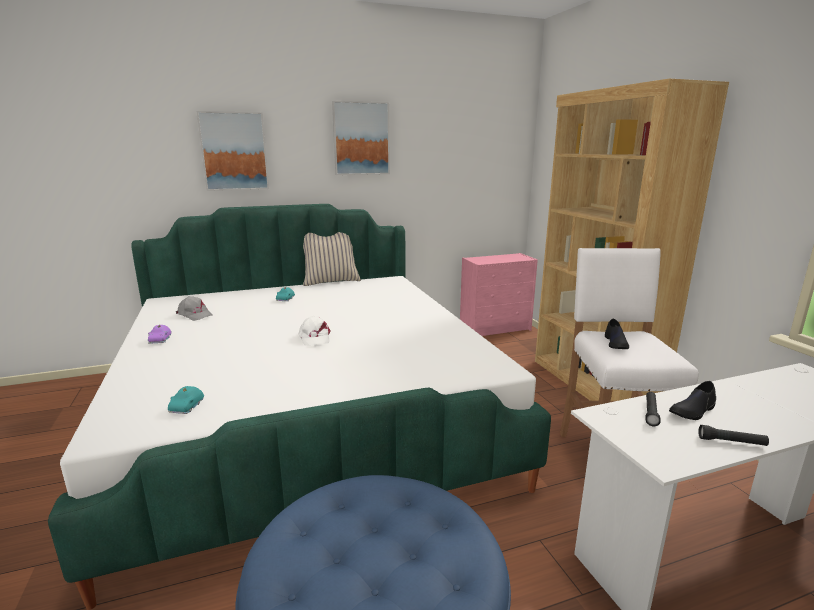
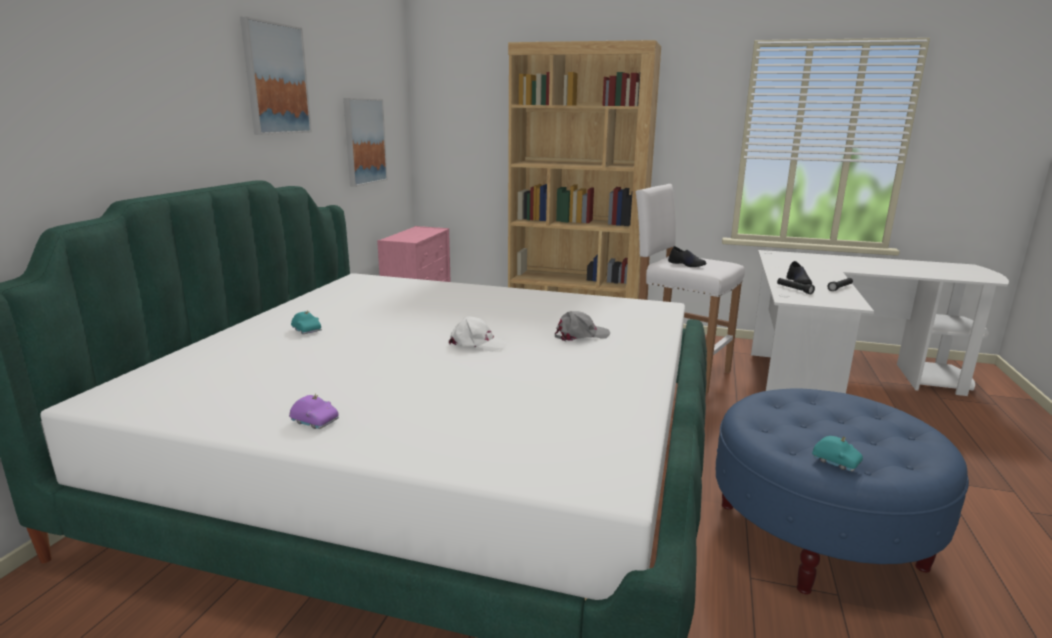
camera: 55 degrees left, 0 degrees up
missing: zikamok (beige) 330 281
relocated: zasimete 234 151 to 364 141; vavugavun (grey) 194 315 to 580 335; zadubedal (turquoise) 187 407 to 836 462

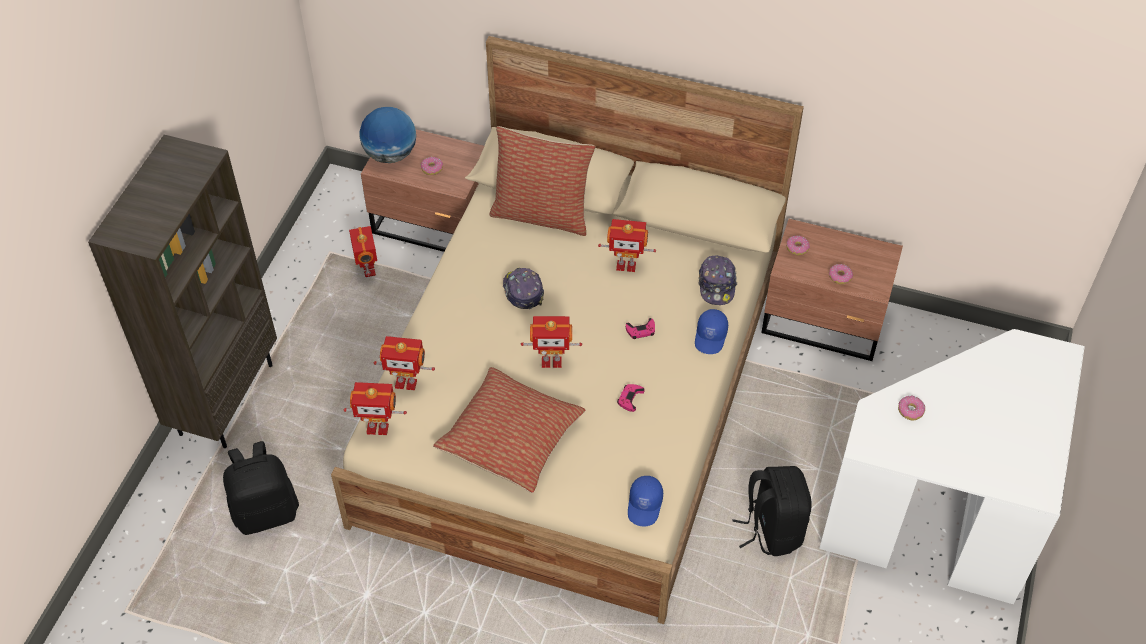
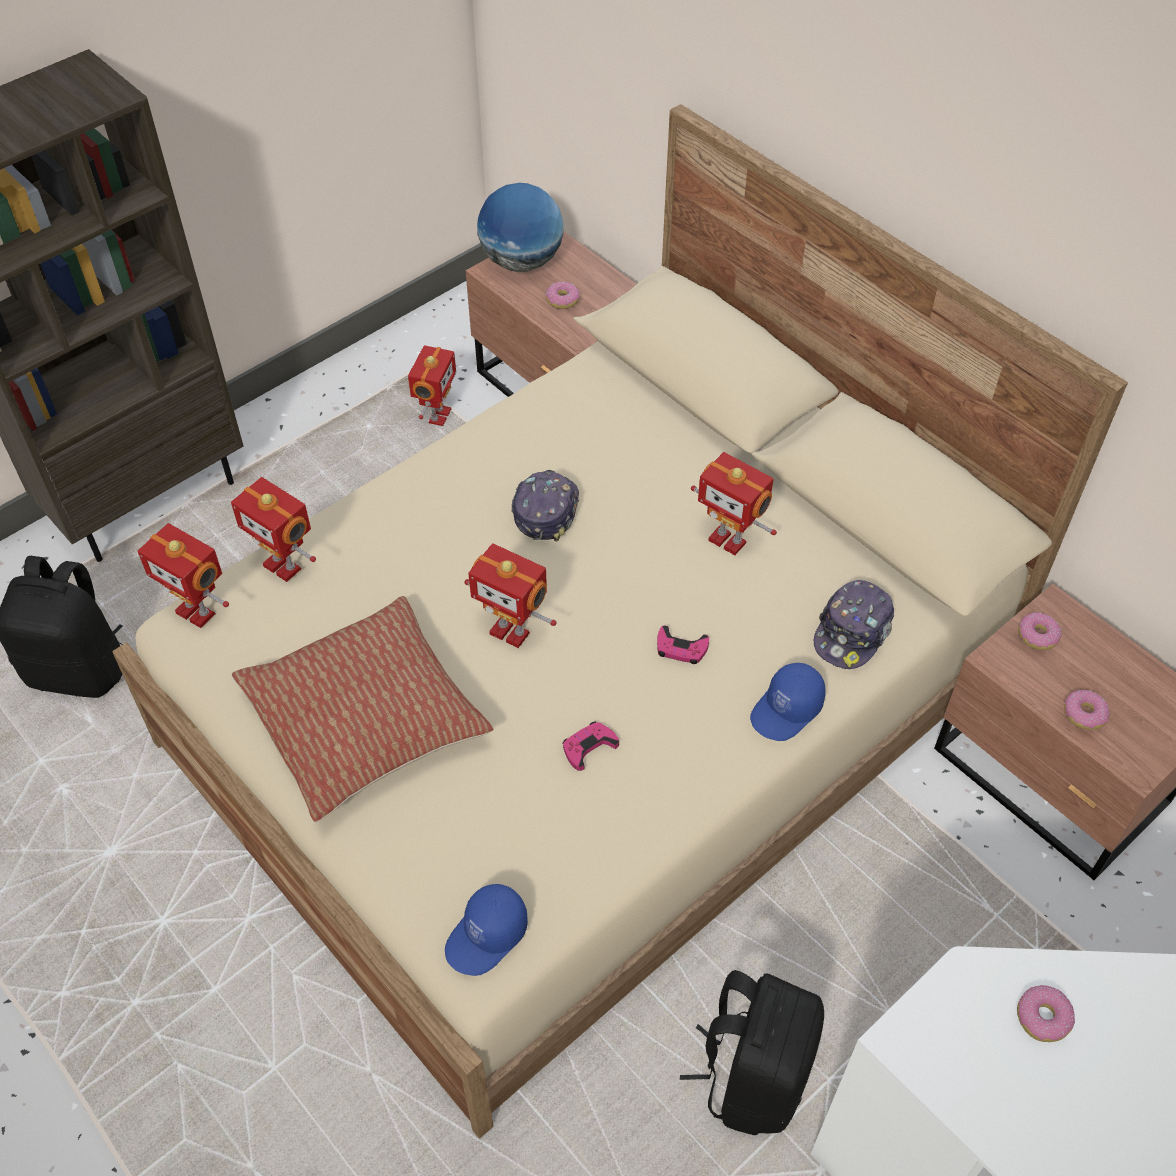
camera: 30 degrees right, 0 degrees up
missing: zikamok 542 214

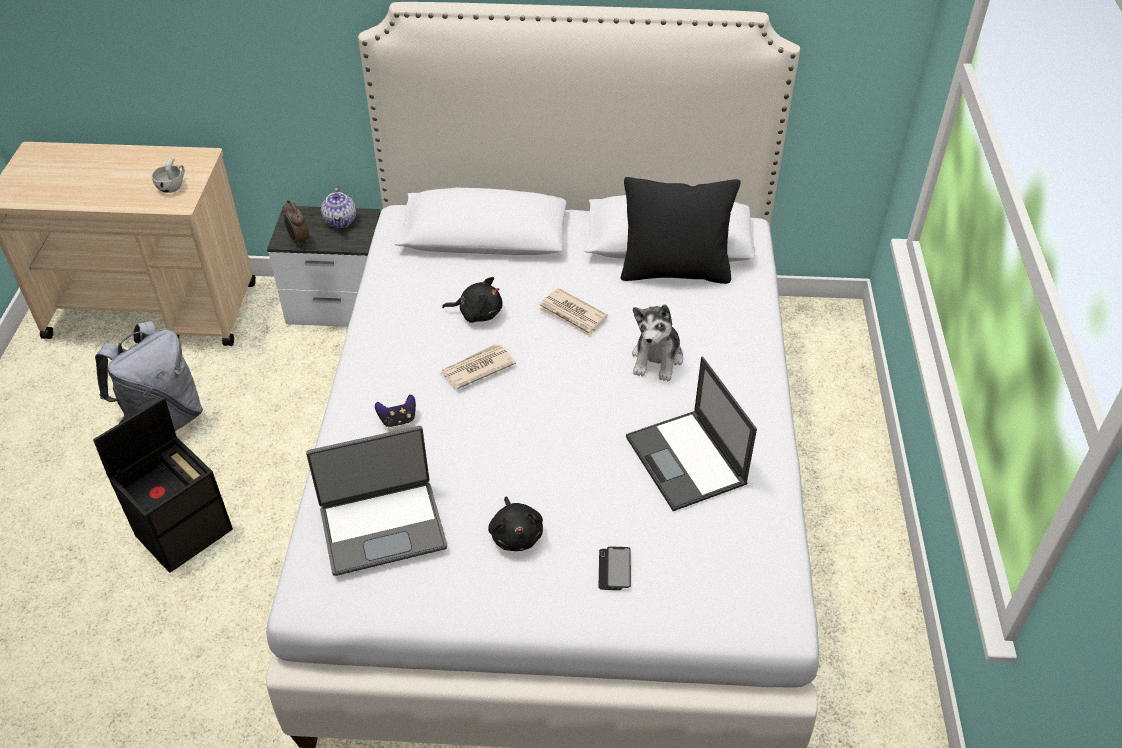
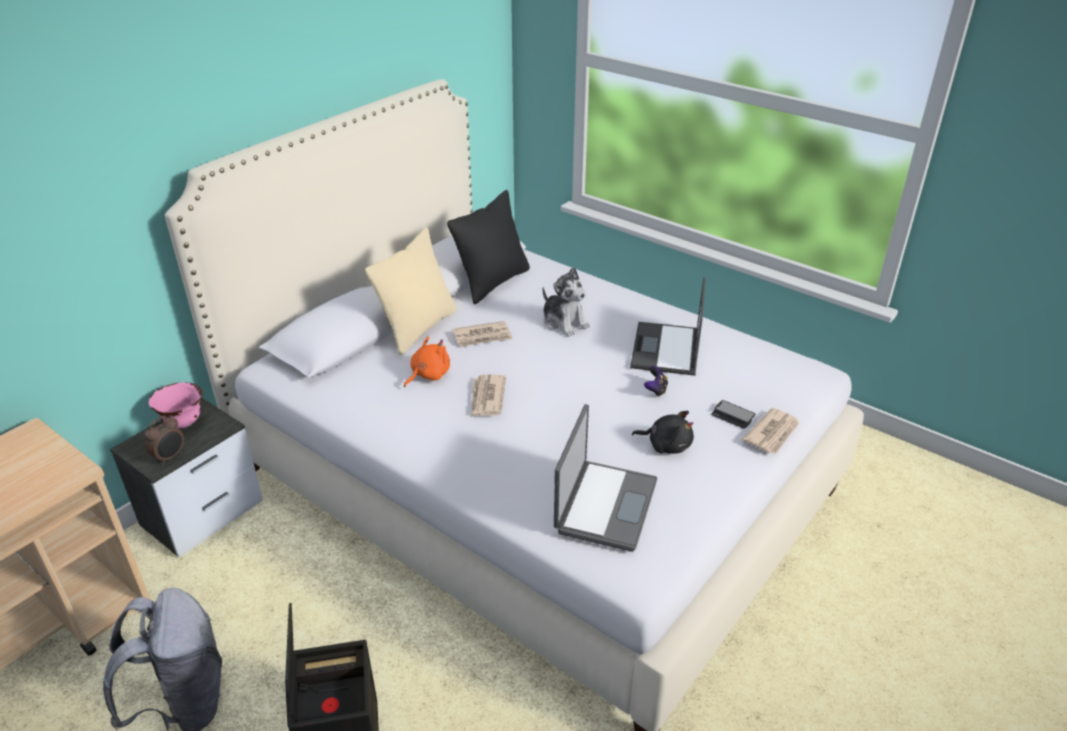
camera: 55 degrees left, 10 degrees down
missing: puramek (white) 173 186
appeared: zikamok (beige) 418 328; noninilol 772 433
relocated: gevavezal 398 420 to 655 390
exchanged: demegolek 341 221 to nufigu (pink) 184 423
colour: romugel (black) 478 313 to romugel (orange) 428 375
spun: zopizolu 298 240 = 170 457 60 degrees counterclockwise; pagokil 686 461 = 666 350 90 degrees clockwise

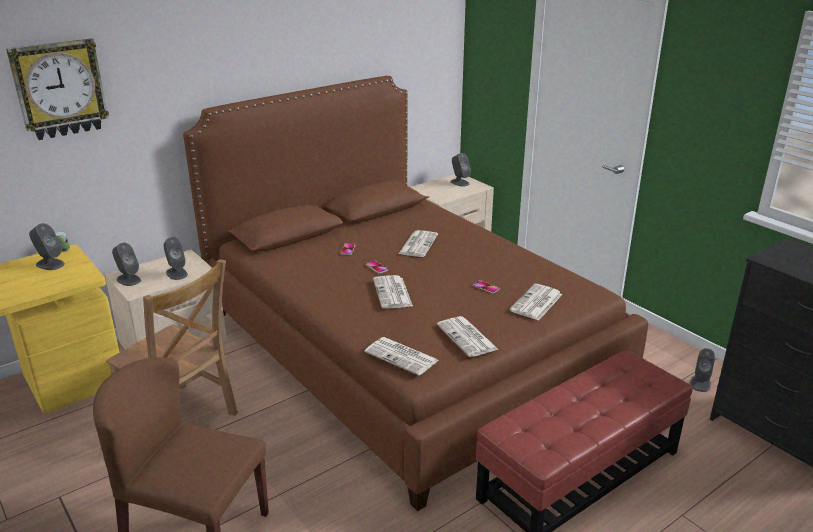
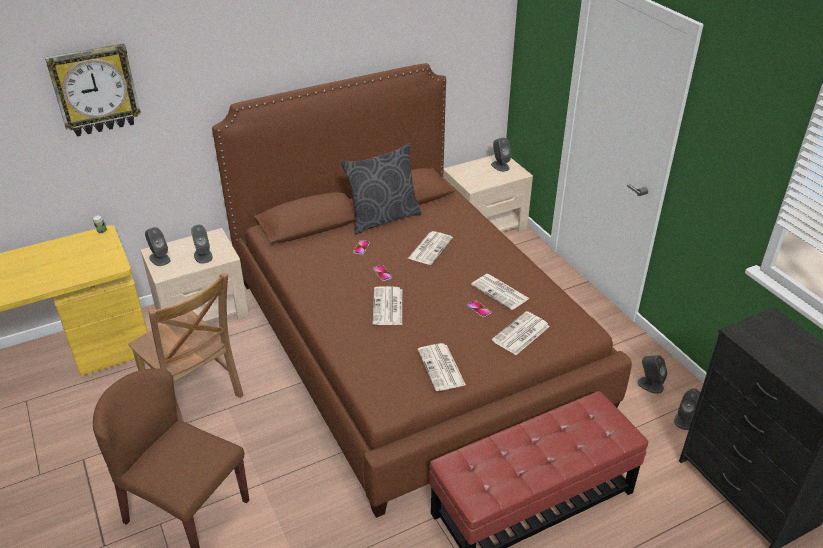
camera: 10 degrees right, 10 degrees up
appeared: zikamok (grey) 383 218
relocated: noninilol 402 356 to 501 292; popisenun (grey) 50 264 to 650 385

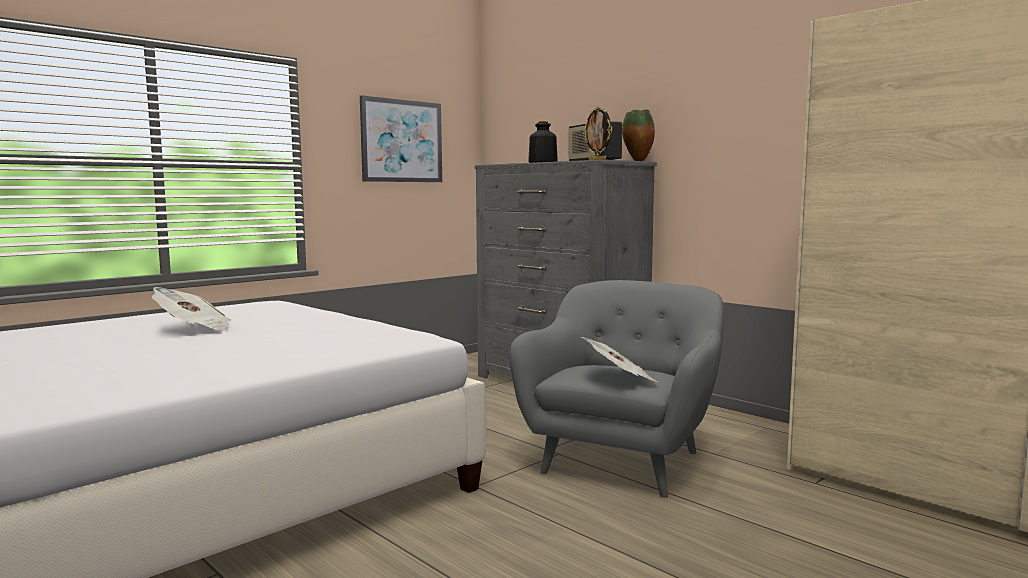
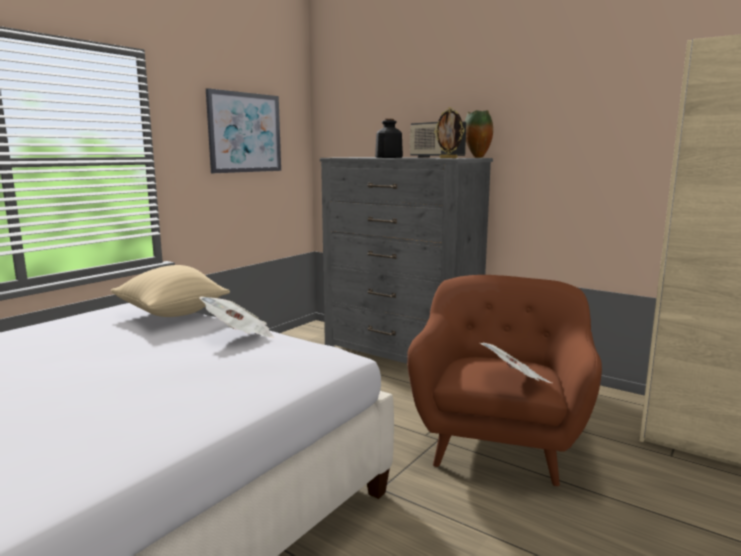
camera: 10 degrees left, 5 degrees up
appeared: zikamok (beige) 172 314
relocated: noninilol 195 329 to 240 335
colour: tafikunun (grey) 623 460 to tafikunun (brown) 499 442

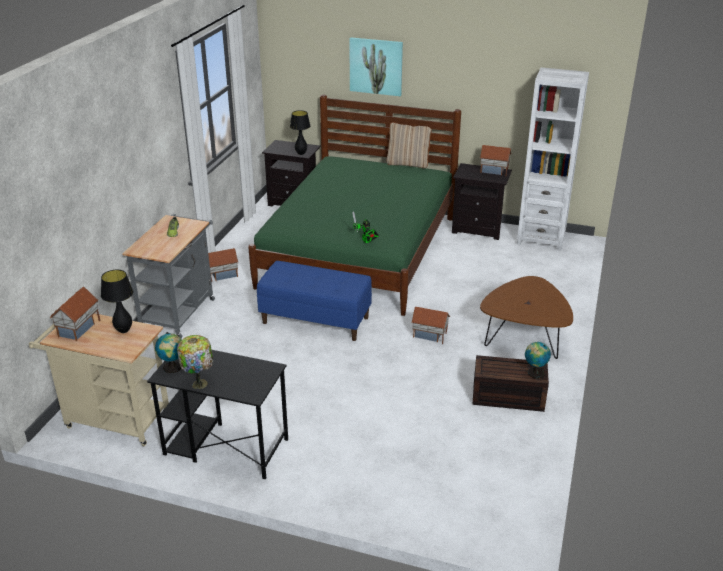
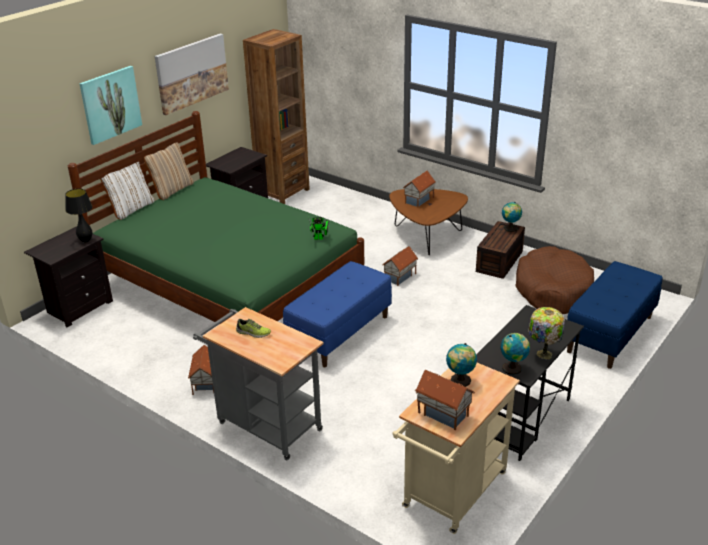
camera: 70 degrees left, 0 degrees up
appeared: zikamok (white) 131 209; zasimete 191 73; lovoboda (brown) 553 291; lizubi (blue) 610 334
relocated: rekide 494 171 to 419 200
exchanged: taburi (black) 124 331 to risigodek 460 381
colour: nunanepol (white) 541 238 to nunanepol (brown) 283 192

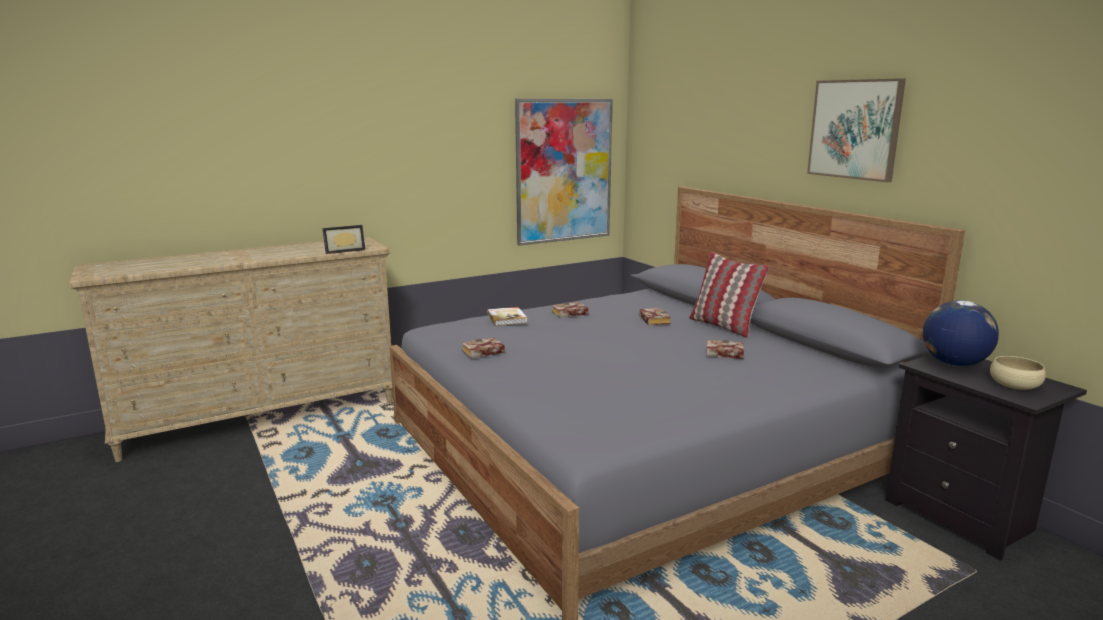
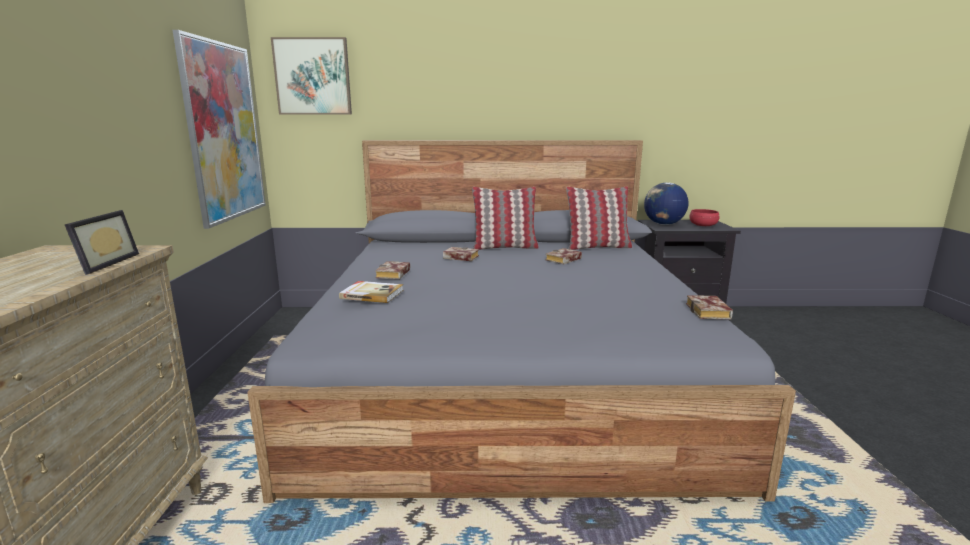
camera: 60 degrees left, 0 degrees up
appeared: zikamok 597 247
relocated: zasimete 855 129 to 313 77; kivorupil 482 352 to 710 312
colour: nufigu (beige) 1014 385 to nufigu (red) 703 225

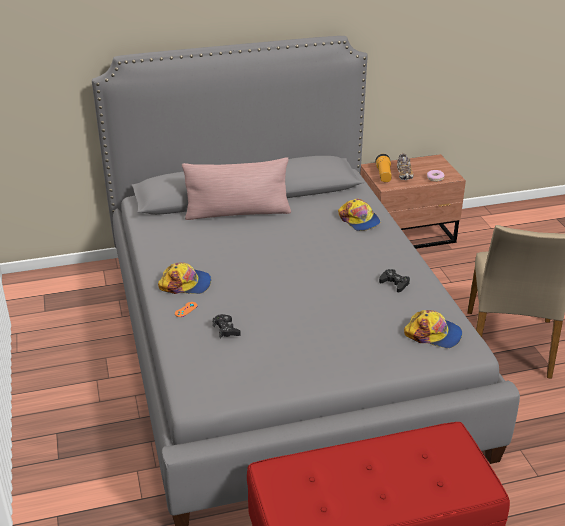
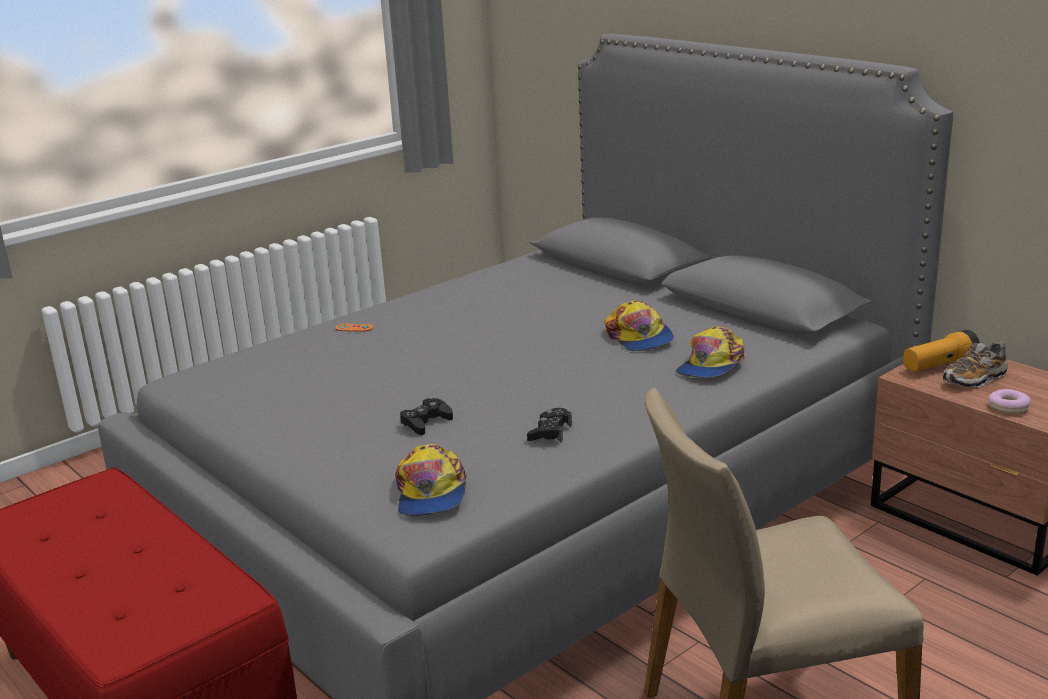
camera: 65 degrees right, 10 degrees down
missing: zikamok (pink) 237 213
relocated: gevavezal (black) 226 330 to 426 422; vavugavun 186 284 to 639 337

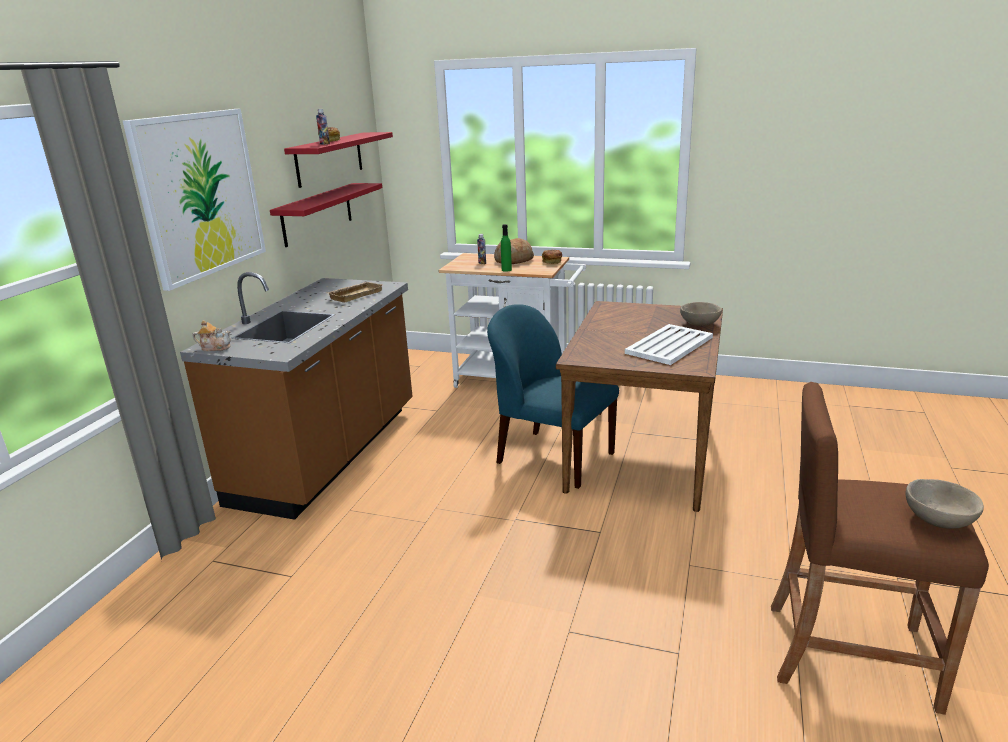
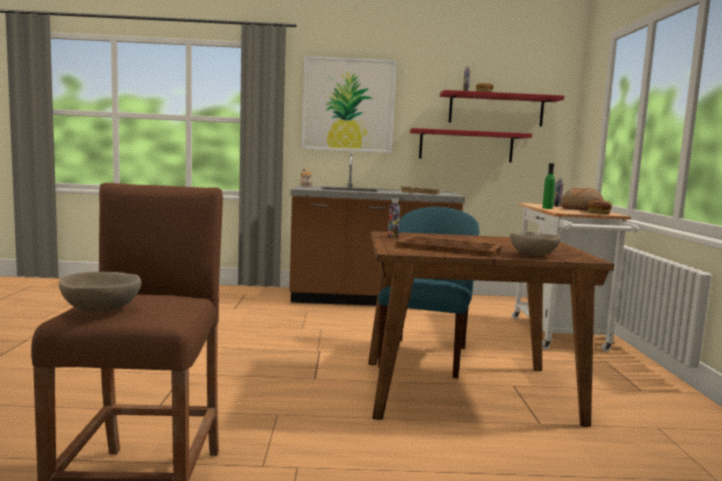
camera: 70 degrees right, 15 degrees down
appeared: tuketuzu 393 237
colour: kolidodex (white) 668 345 to kolidodex (brown) 448 247

